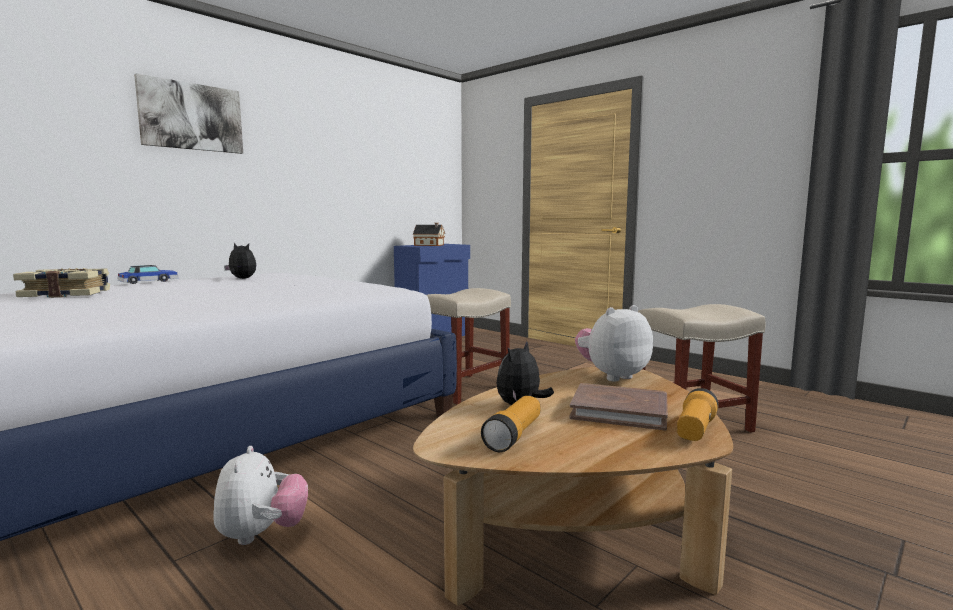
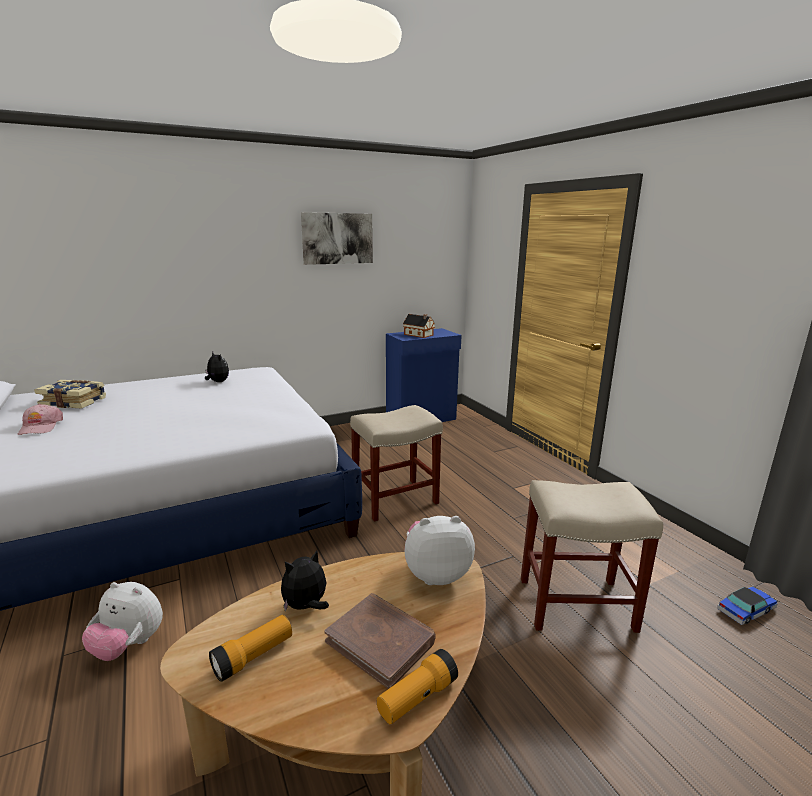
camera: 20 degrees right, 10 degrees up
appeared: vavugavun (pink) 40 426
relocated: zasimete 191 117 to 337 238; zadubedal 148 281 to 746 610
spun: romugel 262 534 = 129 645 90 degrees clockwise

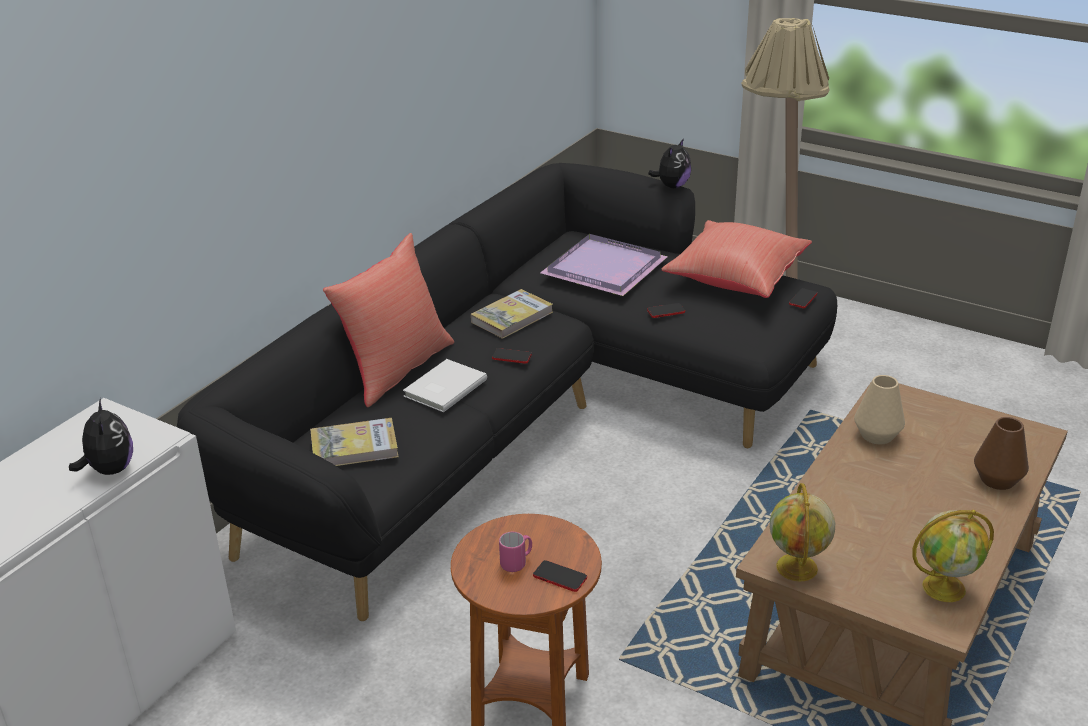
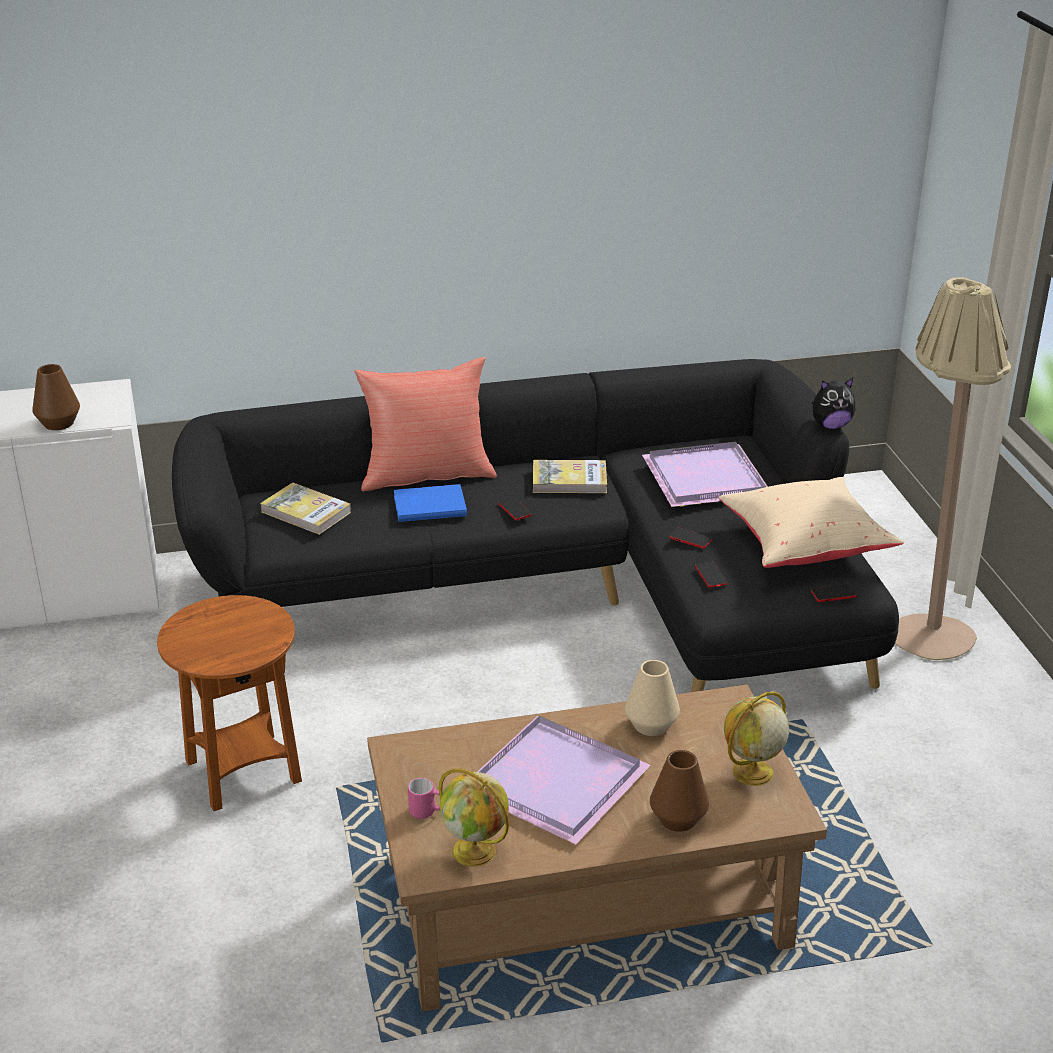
camera: 45 degrees right, 0 degrees up
appeared: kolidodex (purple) 551 782
relocated: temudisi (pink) 517 563 to 426 812; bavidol 560 577 to 711 575; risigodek 797 568 to 752 773
exchanged: romugel 109 470 to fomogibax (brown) 59 423
colour: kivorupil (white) 443 388 to kivorupil (blue) 428 505; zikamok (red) 735 279 to zikamok (beige) 804 545

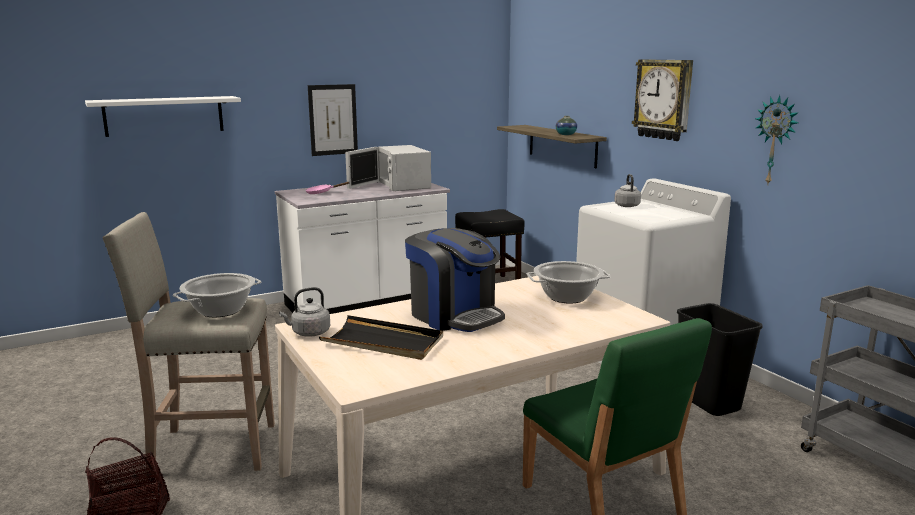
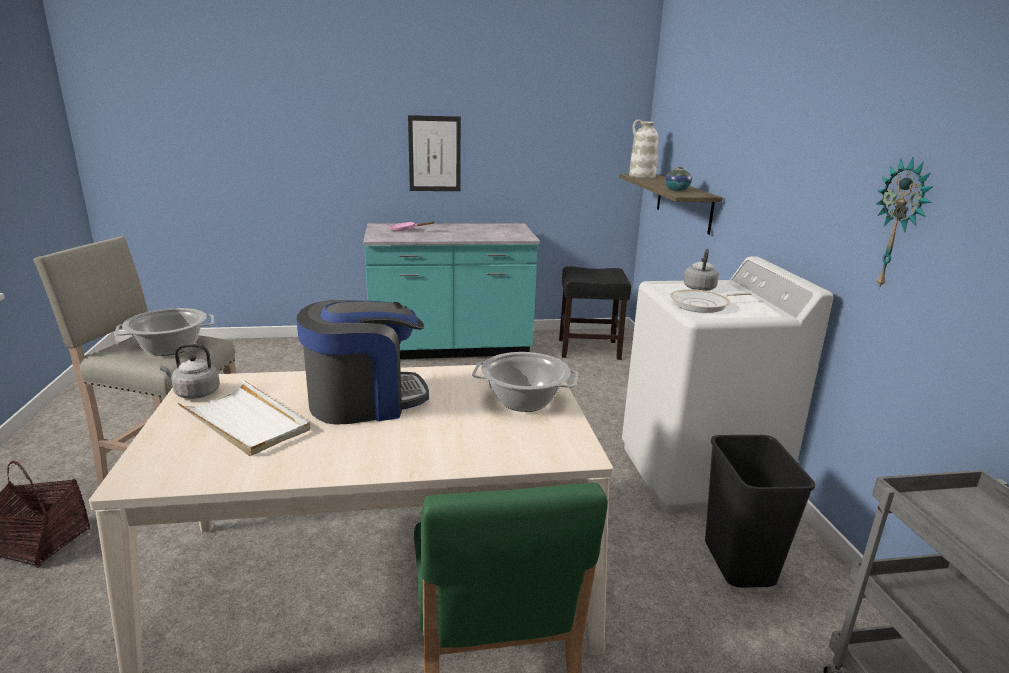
camera: 20 degrees right, 5 degrees up
missing: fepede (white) 164 115; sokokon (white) 399 185; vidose 663 99
appeared: fomogibax (white) 641 176; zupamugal 702 305
colour: kolidodex (black) 383 342 to kolidodex (white) 246 422; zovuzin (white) 367 302 to zovuzin (turquoise) 450 349
spun: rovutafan 454 315 = 365 401 90 degrees counterclockwise

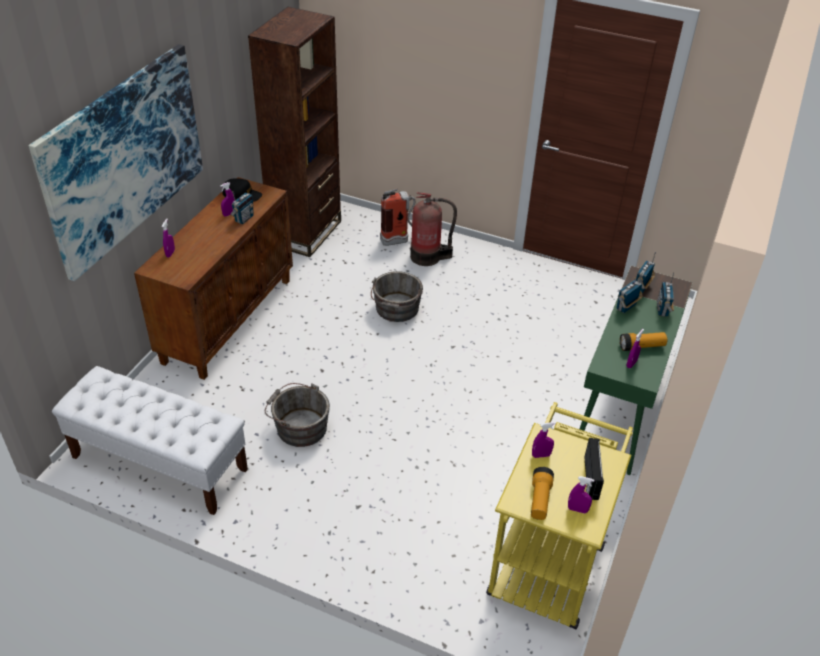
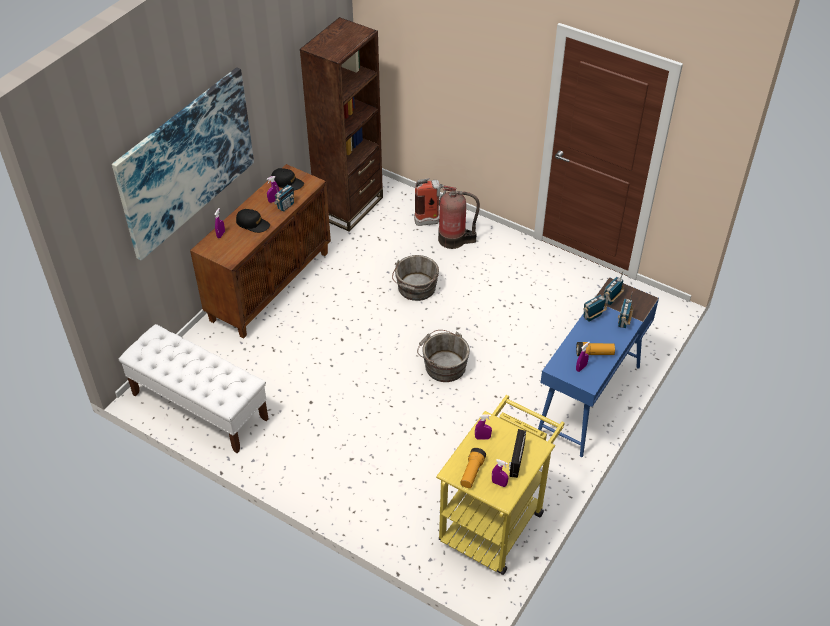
camera: 10 degrees right, 5 degrees up
appeared: vavugavun (black) 253 224
relocated: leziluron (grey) 299 427 to 443 365
colour: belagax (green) 619 410 to belagax (blue) 589 400

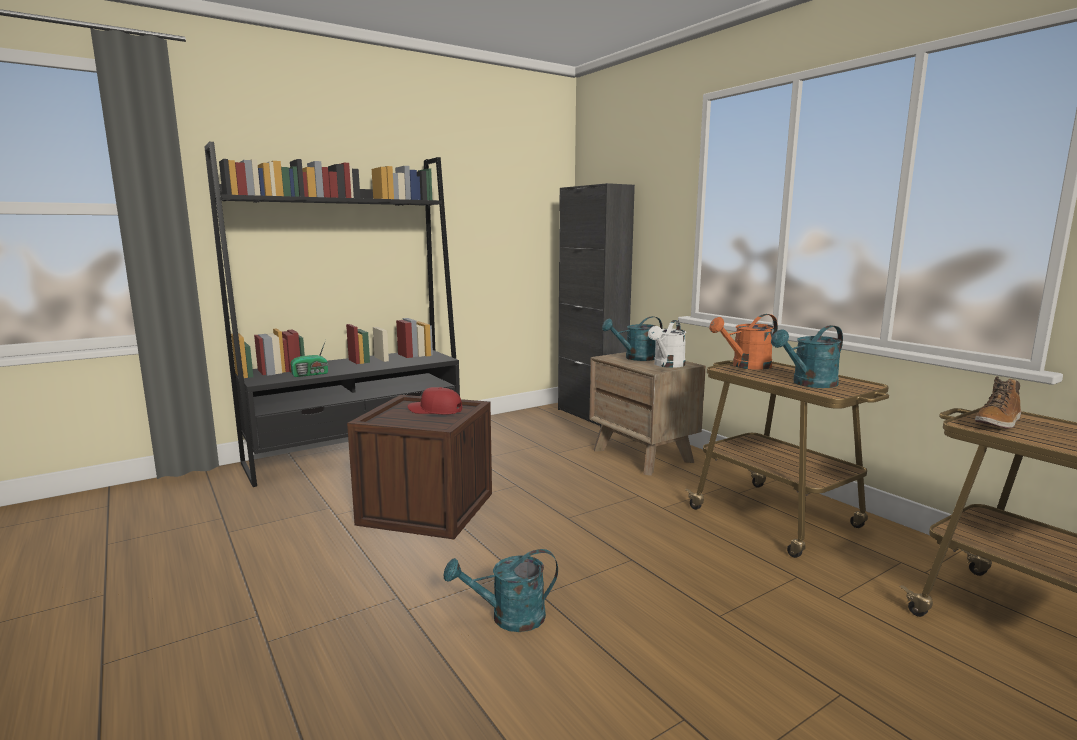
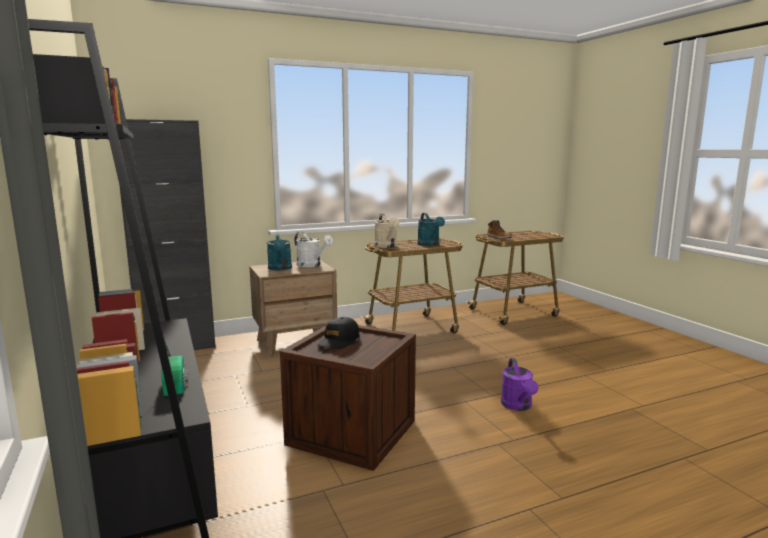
camera: 80 degrees left, 0 degrees up
colour: vavugavun (red) 435 410 to vavugavun (black) 338 341; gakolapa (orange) 746 366 to gakolapa (beige) 387 246; gakolapa (turquoise) 508 618 to gakolapa (purple) 518 406

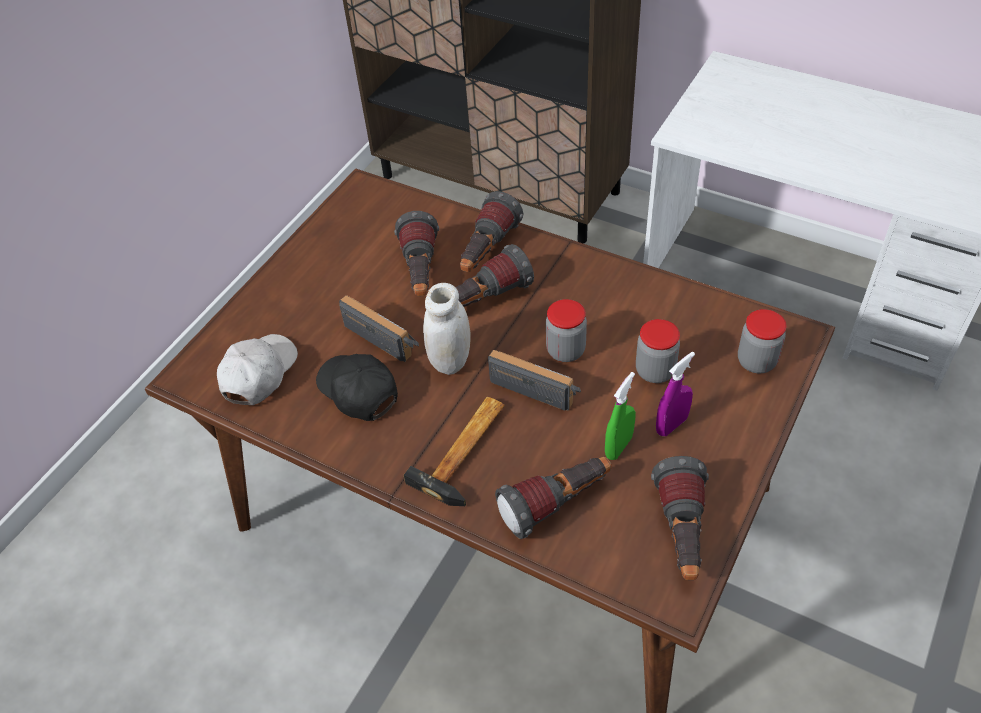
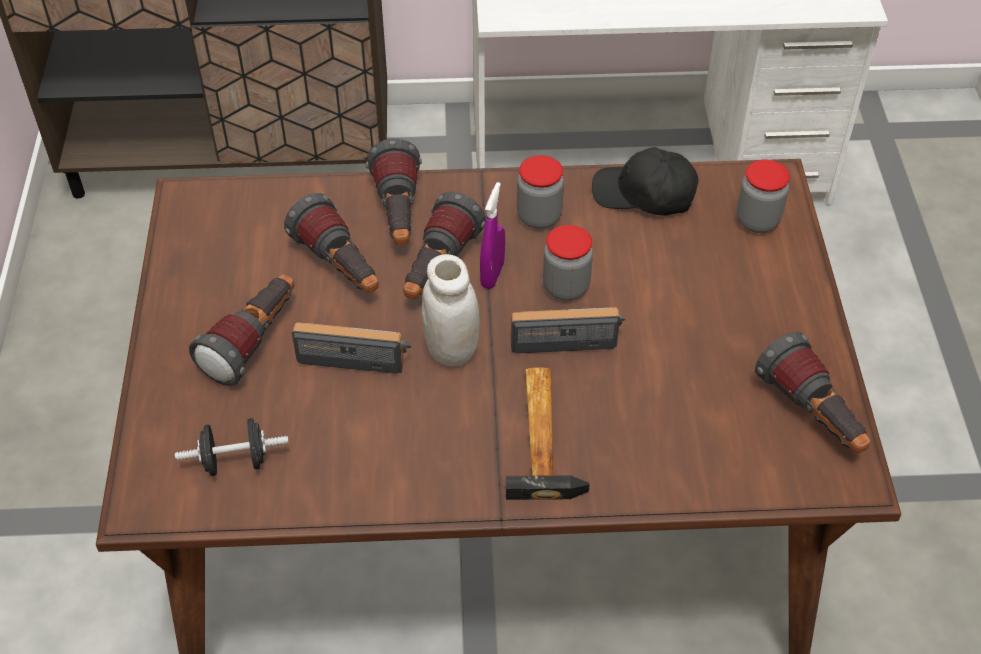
camera: 35 degrees left, 0 degrees up
missing: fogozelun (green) 618 447
relocated: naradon 557 504 to 254 342; fogozelun (purple) 671 425 to 492 275; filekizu 655 371 to 539 217; vavugavun (black) 358 391 to 645 194
exchanged: vavugavun (white) 258 374 to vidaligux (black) 235 461

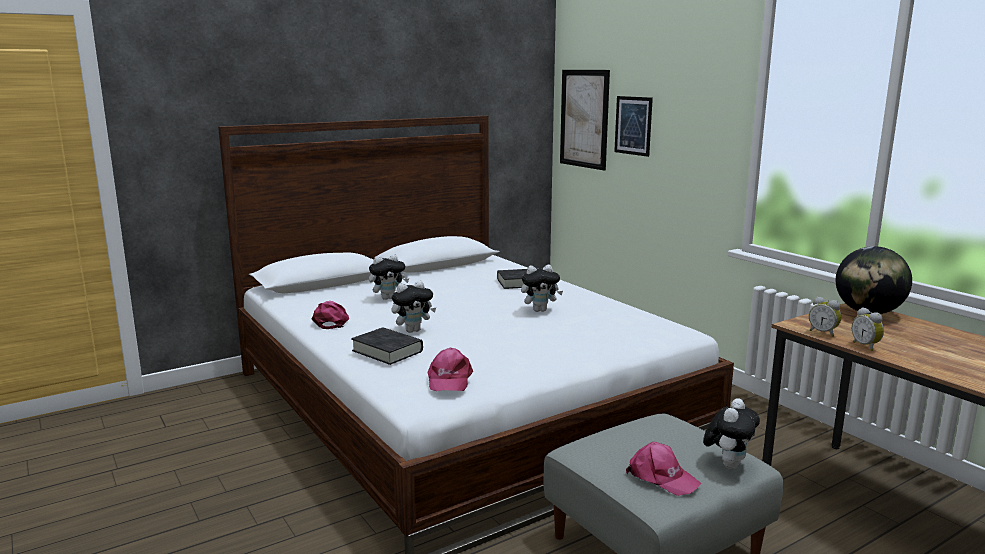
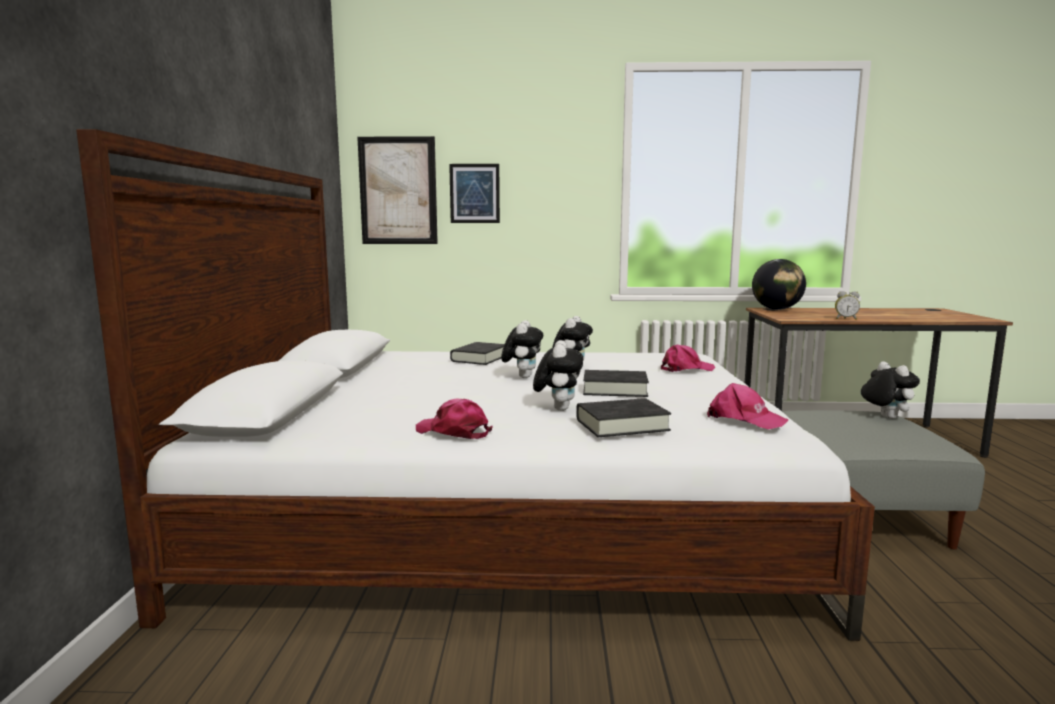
camera: 55 degrees left, 5 degrees down
missing: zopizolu 823 333
appeared: kivorupil (black) 615 389
relocated: romugel 388 298 to 522 376; vavugavun (pink) 661 477 to 686 369

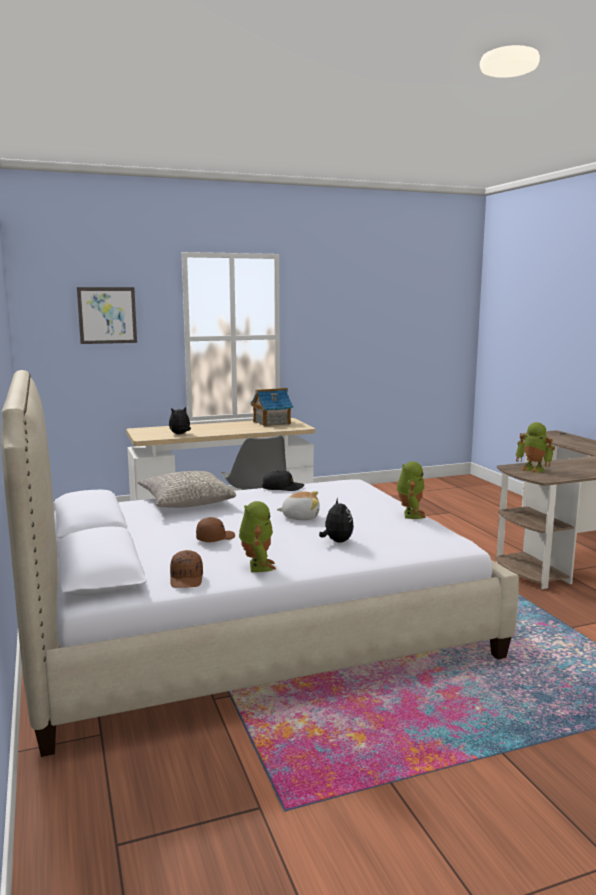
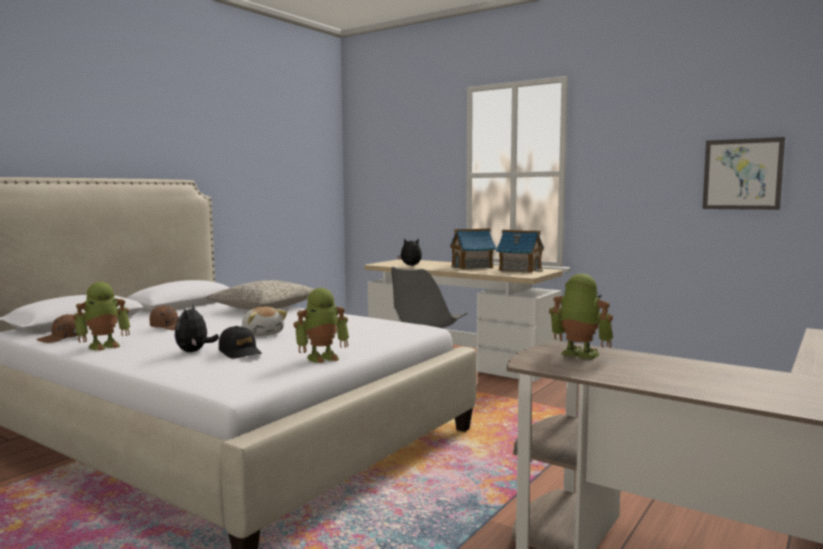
camera: 55 degrees right, 5 degrees down
appeared: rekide 472 266
relocated: vavugavun (black) 282 488 to 240 352; zasimete 107 315 to 742 174
spun: romugel 336 541 = 194 351 135 degrees clockwise; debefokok 534 469 = 578 355 120 degrees clockwise

